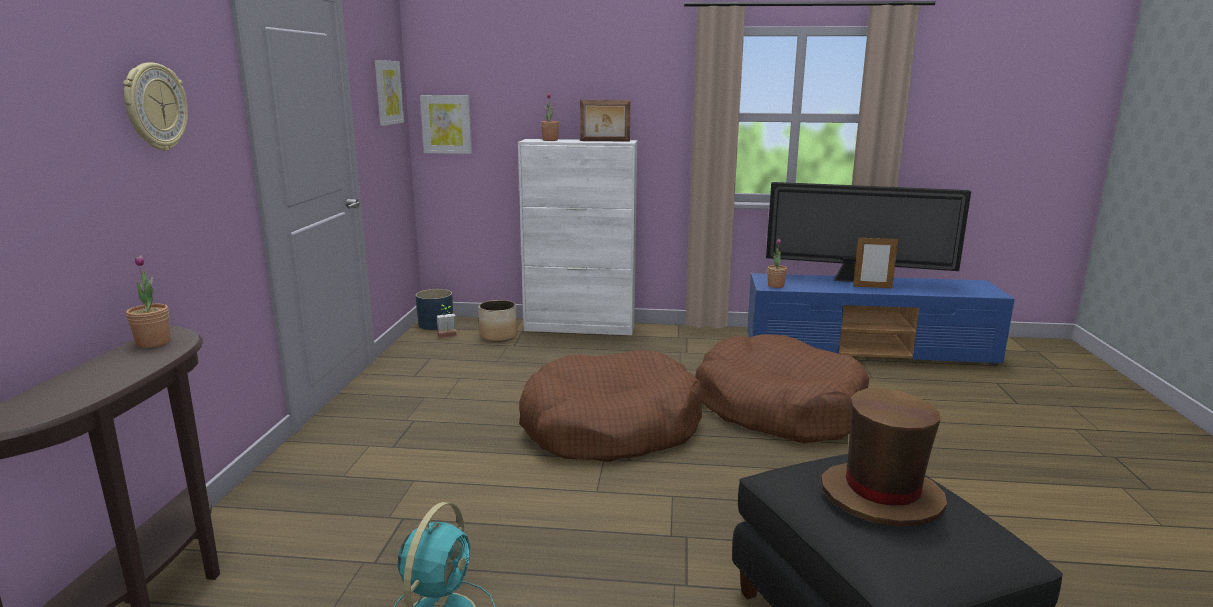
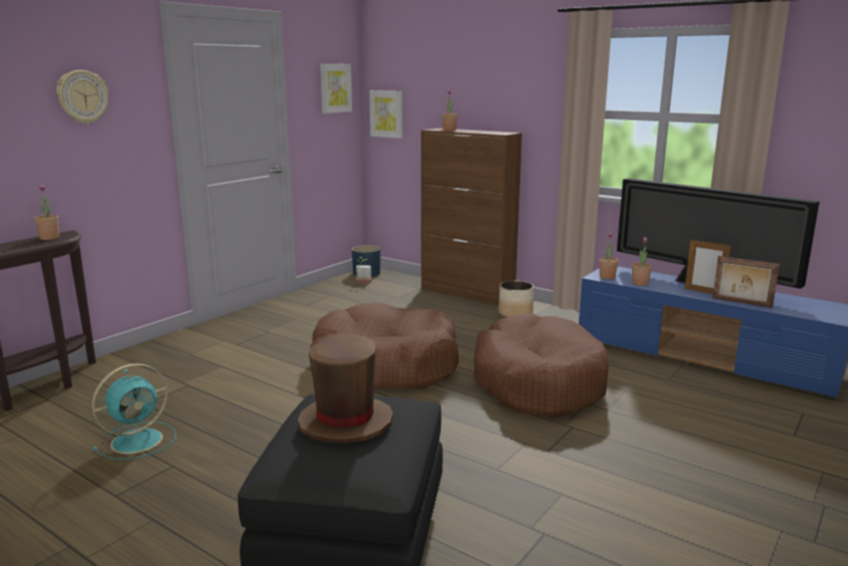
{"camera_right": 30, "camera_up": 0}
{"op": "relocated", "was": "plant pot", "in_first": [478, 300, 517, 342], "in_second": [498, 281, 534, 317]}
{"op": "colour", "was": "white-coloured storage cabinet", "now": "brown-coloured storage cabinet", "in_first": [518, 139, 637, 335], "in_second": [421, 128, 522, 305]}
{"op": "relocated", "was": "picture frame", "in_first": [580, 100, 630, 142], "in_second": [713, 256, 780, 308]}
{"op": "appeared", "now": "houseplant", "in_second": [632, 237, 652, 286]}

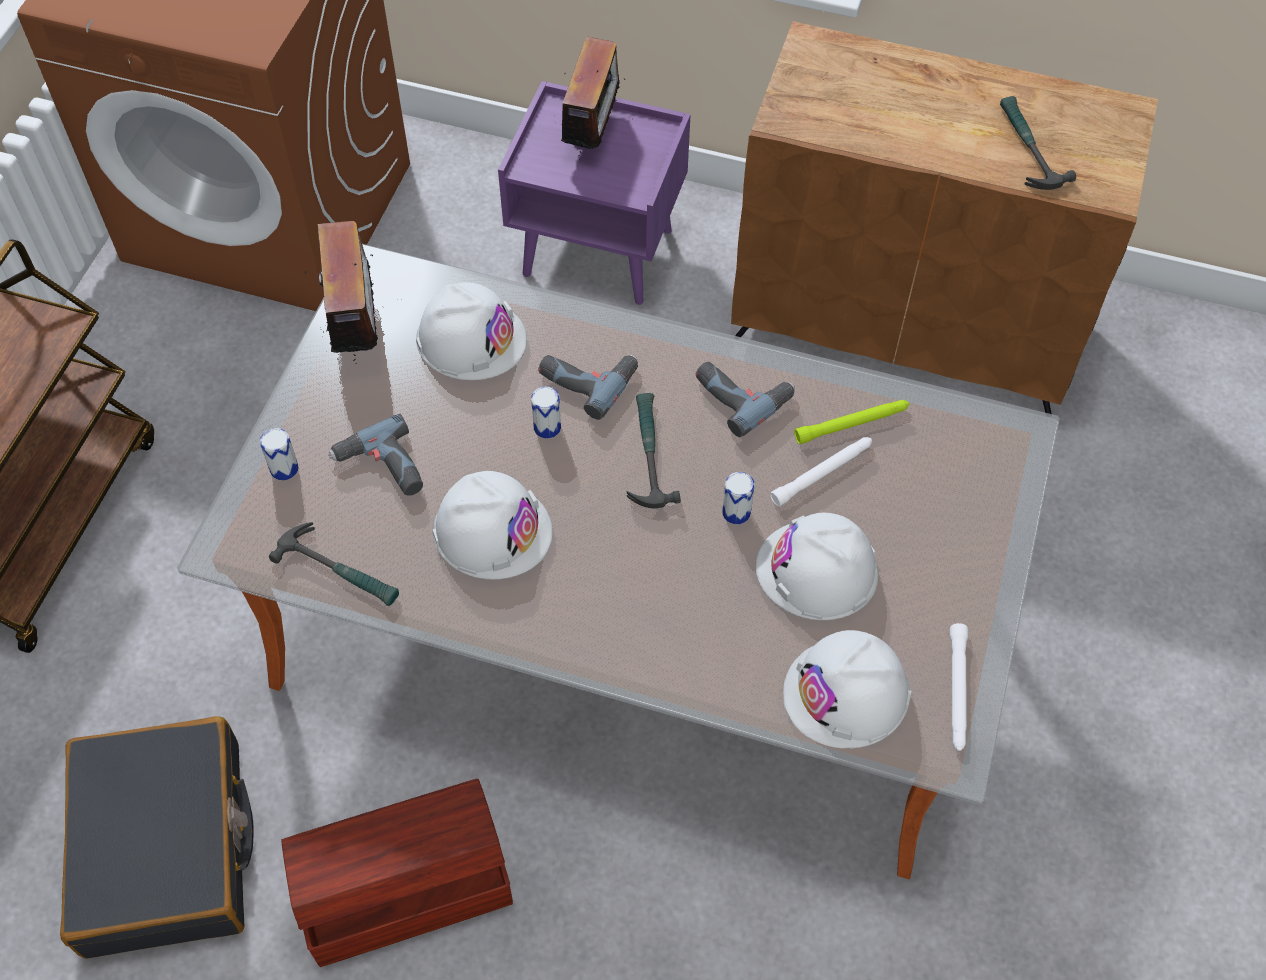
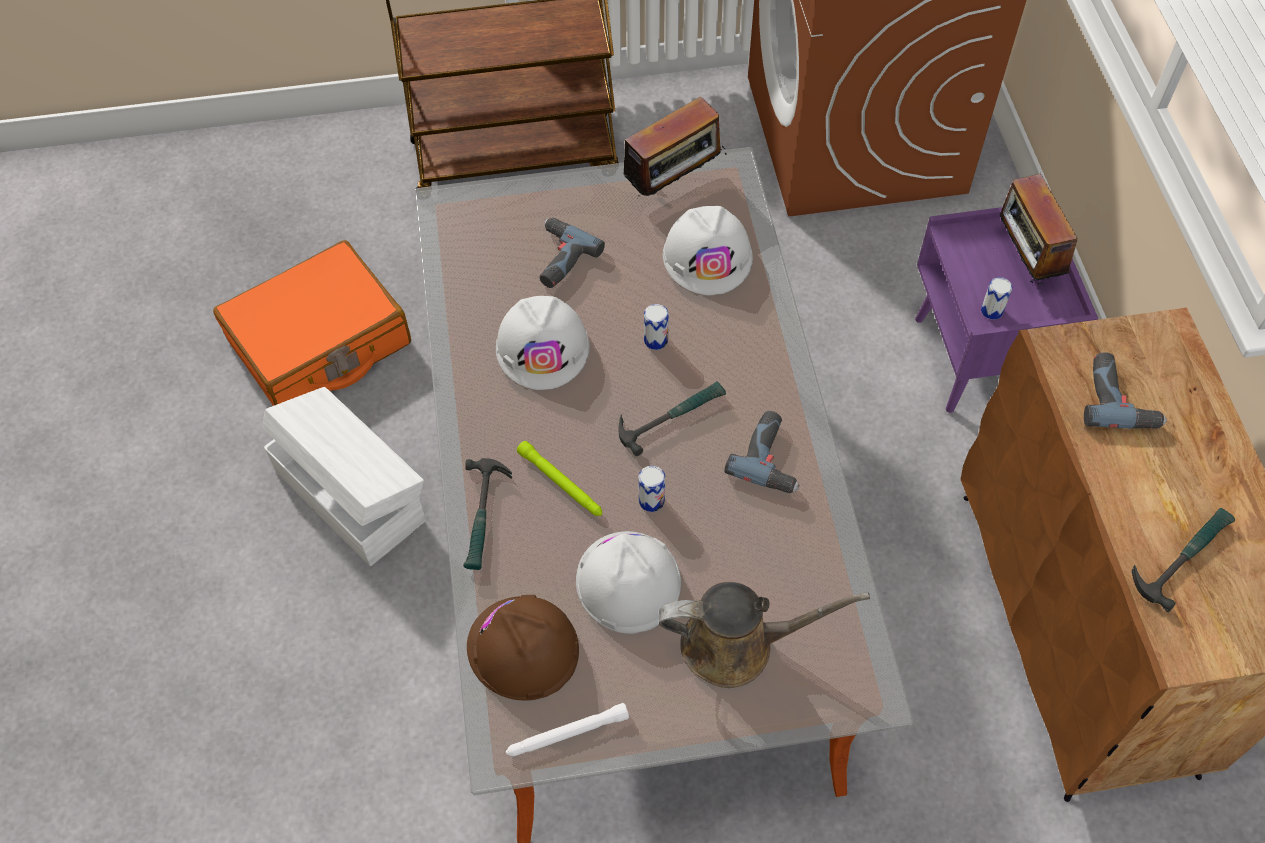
{"camera_right": 65, "camera_up": 0}
{"op": "colour", "was": "black-coloured suitcase", "now": "orange suitcase", "in_first": [60, 716, 253, 959], "in_second": [213, 240, 411, 406]}
{"op": "relocated", "was": "can", "in_first": [260, 428, 298, 480], "in_second": [981, 277, 1012, 320]}
{"op": "relocated", "was": "tool hammer", "in_first": [269, 522, 399, 606], "in_second": [463, 458, 512, 570]}
{"op": "colour", "was": "brown-coloured storage container", "now": "white-coloured storage container", "in_first": [281, 778, 513, 967], "in_second": [262, 387, 426, 566]}
{"op": "relocated", "was": "electric drill", "in_first": [538, 355, 638, 420], "in_second": [1084, 352, 1167, 429]}
{"op": "spun", "was": "radio set", "in_first": [561, 37, 625, 156], "in_second": [996, 174, 1078, 286], "clockwise": 90}
{"op": "missing", "was": "white-coloured flashlight", "in_first": [770, 437, 872, 506]}
{"op": "colour", "was": "white-coloured hard hat", "now": "brown-coloured hard hat", "in_first": [783, 630, 912, 749], "in_second": [467, 595, 579, 701]}
{"op": "relocated", "was": "greenish flashlight", "in_first": [794, 400, 909, 444], "in_second": [517, 441, 602, 516]}
{"op": "appeared", "now": "brown-coloured watering pot", "in_second": [659, 582, 870, 688]}

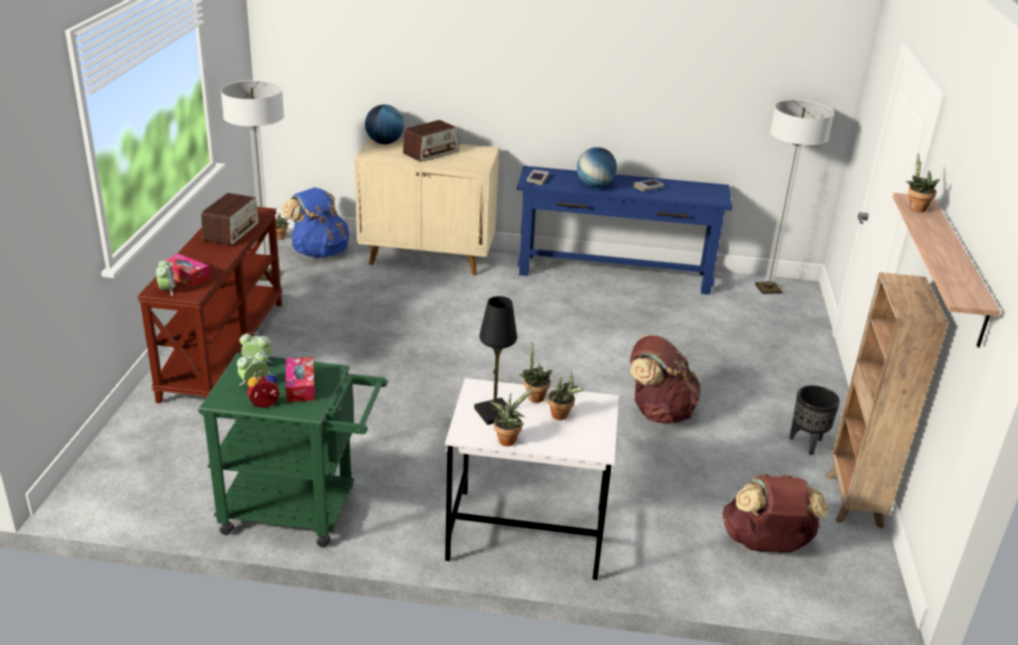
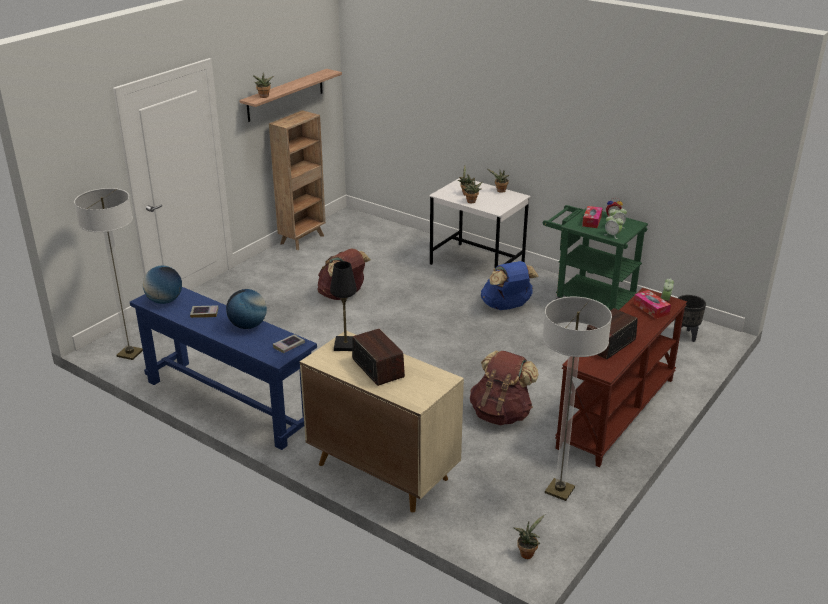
{"camera_right": -150, "camera_up": 0}
{"op": "relocated", "was": "bluish backpack", "in_first": [282, 187, 349, 258], "in_second": [481, 261, 539, 310]}
{"op": "relocated", "was": "world globe", "in_first": [365, 105, 404, 144], "in_second": [143, 266, 182, 304]}
{"op": "spun", "was": "radio set", "in_first": [403, 120, 459, 162], "in_second": [352, 329, 405, 386], "clockwise": 75}
{"op": "relocated", "was": "black-coloured tabletop lamp", "in_first": [474, 296, 517, 425], "in_second": [330, 261, 357, 351]}
{"op": "relocated", "was": "brown-coloured backpack", "in_first": [722, 474, 828, 553], "in_second": [470, 350, 539, 425]}
{"op": "relocated", "was": "black-coloured plant pot", "in_first": [789, 385, 840, 455], "in_second": [673, 295, 706, 342]}

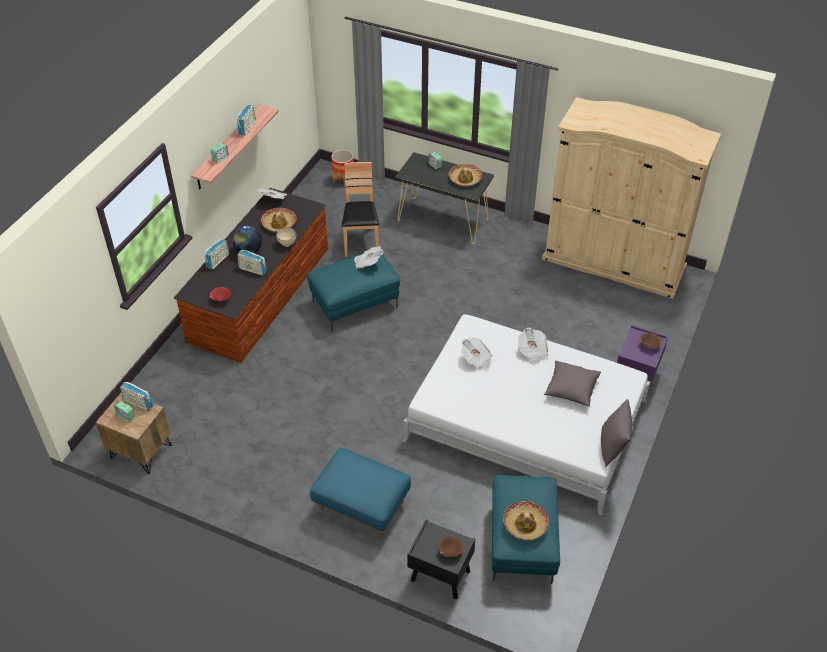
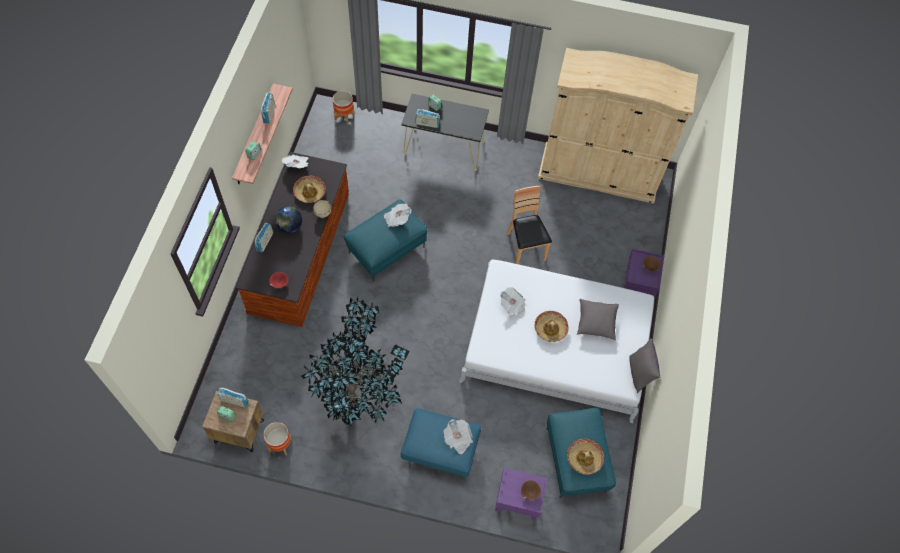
{"camera_right": -15, "camera_up": 15}
{"op": "relocated", "was": "radio set", "in_first": [238, 250, 267, 276], "in_second": [415, 109, 440, 128]}
{"op": "relocated", "was": "brown-coloured plain chair", "in_first": [342, 162, 379, 257], "in_second": [506, 186, 552, 264]}
{"op": "colour", "was": "black-coloured nightstand", "now": "purple nightstand", "in_first": [407, 519, 475, 599], "in_second": [495, 467, 548, 521]}
{"op": "relocated", "was": "clothing hat", "in_first": [448, 164, 482, 187], "in_second": [535, 311, 569, 342]}
{"op": "relocated", "was": "daily paper", "in_first": [518, 327, 549, 365], "in_second": [443, 419, 473, 454]}
{"op": "appeared", "now": "plant pot", "in_second": [263, 422, 292, 455]}
{"op": "appeared", "now": "houseplant", "in_second": [301, 297, 410, 426]}

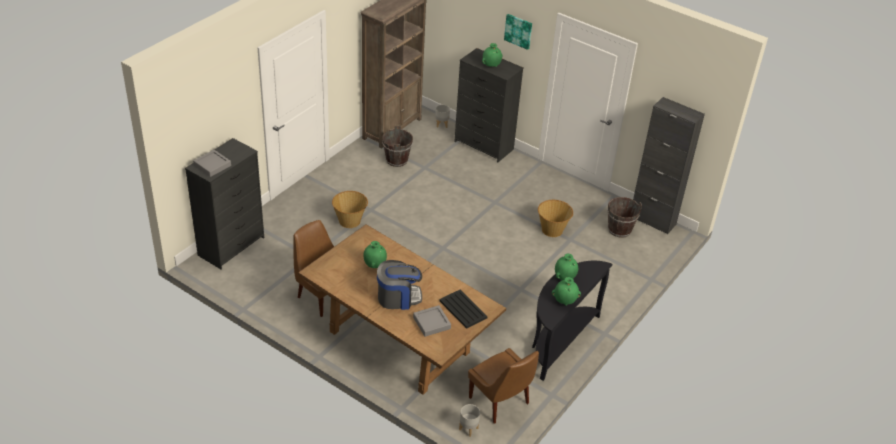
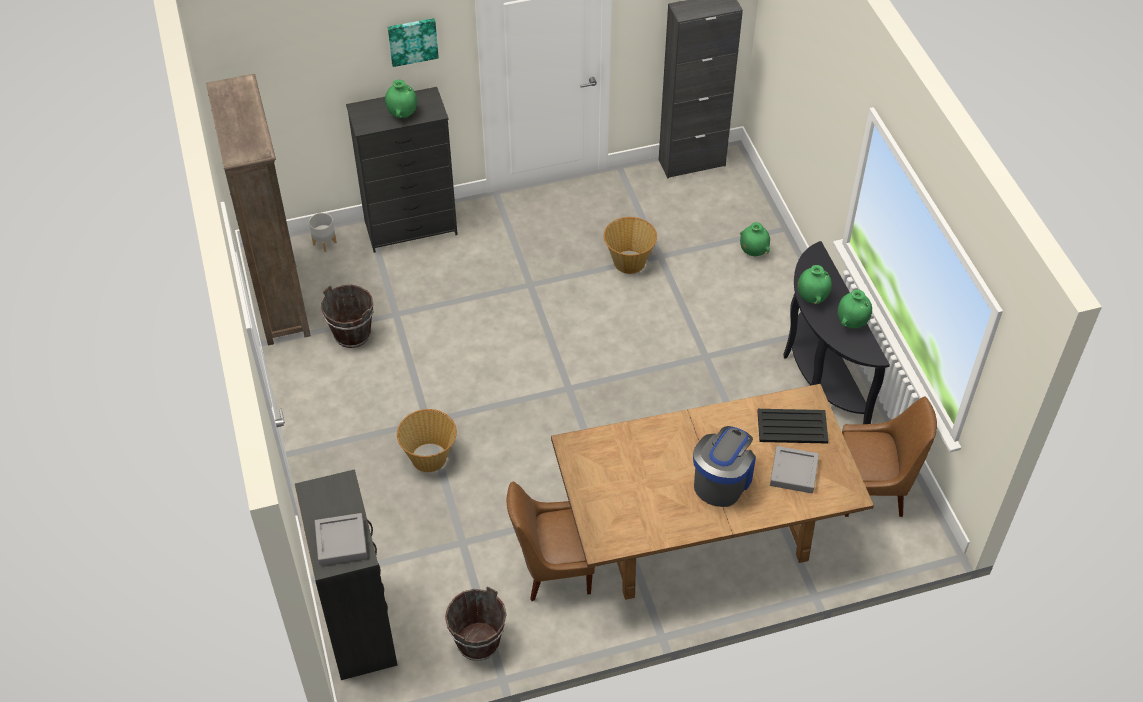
{"camera_right": -50, "camera_up": 10}
{"op": "relocated", "was": "greenish decorative vase", "in_first": [363, 241, 387, 268], "in_second": [740, 222, 770, 256]}
{"op": "missing", "was": "greyish plant pot", "in_first": [459, 404, 480, 437]}
{"op": "relocated", "was": "brown-coloured water bucket", "in_first": [607, 197, 642, 238], "in_second": [445, 586, 507, 661]}

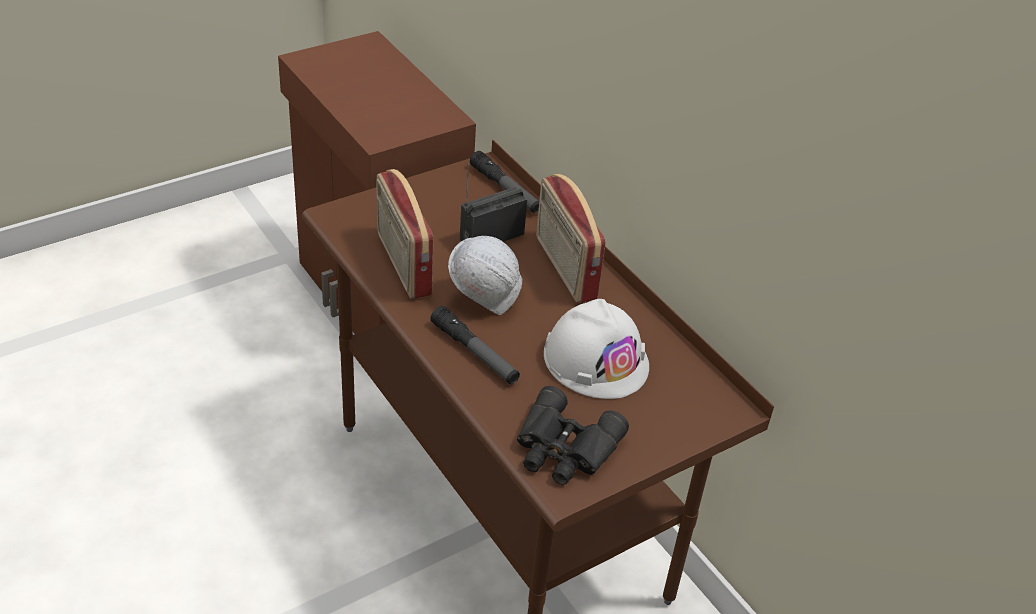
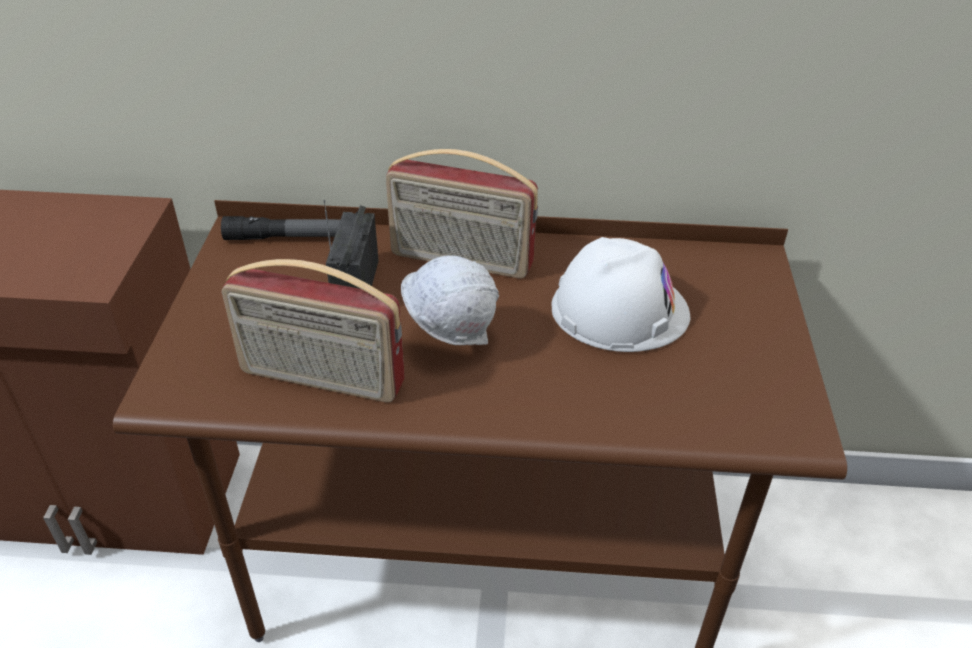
{"camera_right": -50, "camera_up": 0}
{"op": "missing", "was": "flashlight", "in_first": [430, 306, 520, 384]}
{"op": "missing", "was": "black-coloured field glasses", "in_first": [517, 386, 629, 485]}

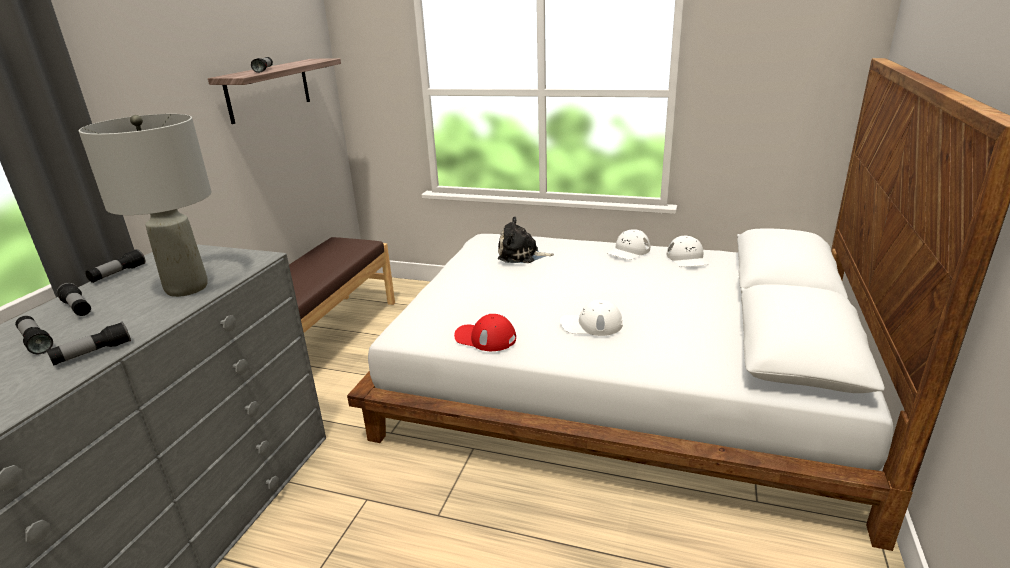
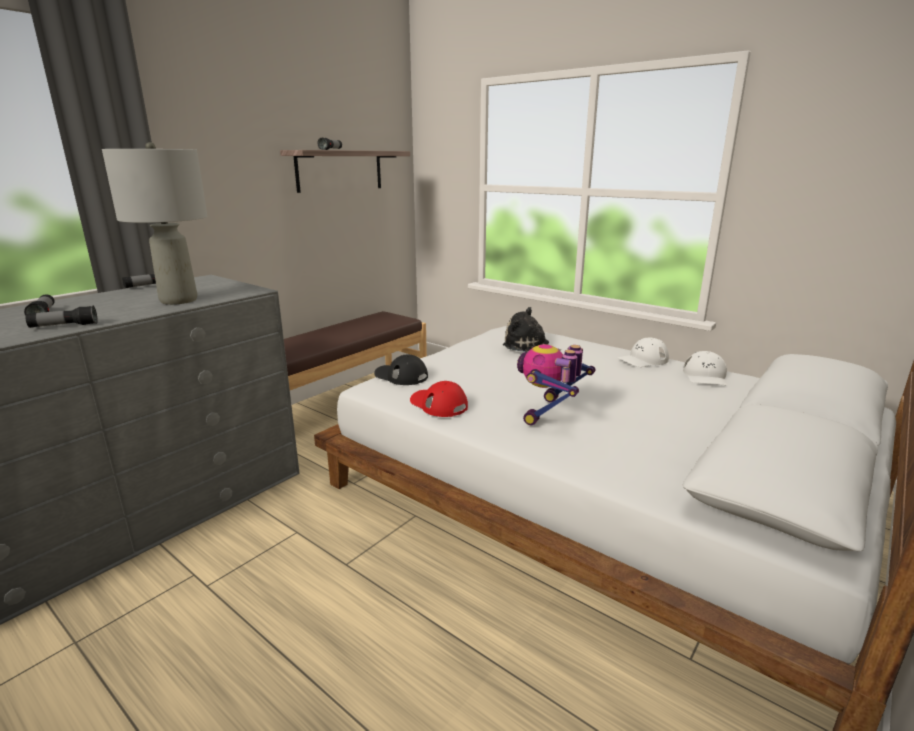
{"camera_right": 20, "camera_up": -5}
{"op": "missing", "was": "flashlight", "in_first": [56, 283, 91, 316]}
{"op": "exchanged", "was": "white-coloured cap", "now": "model robot", "in_first": [560, 300, 623, 336], "in_second": [517, 344, 596, 425]}
{"op": "appeared", "now": "black-coloured cap", "in_second": [374, 355, 428, 385]}

